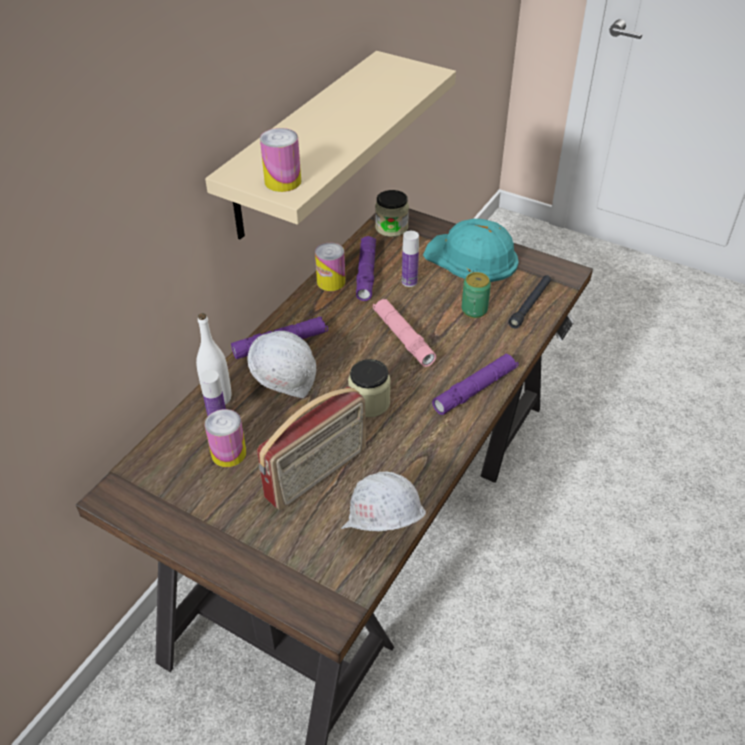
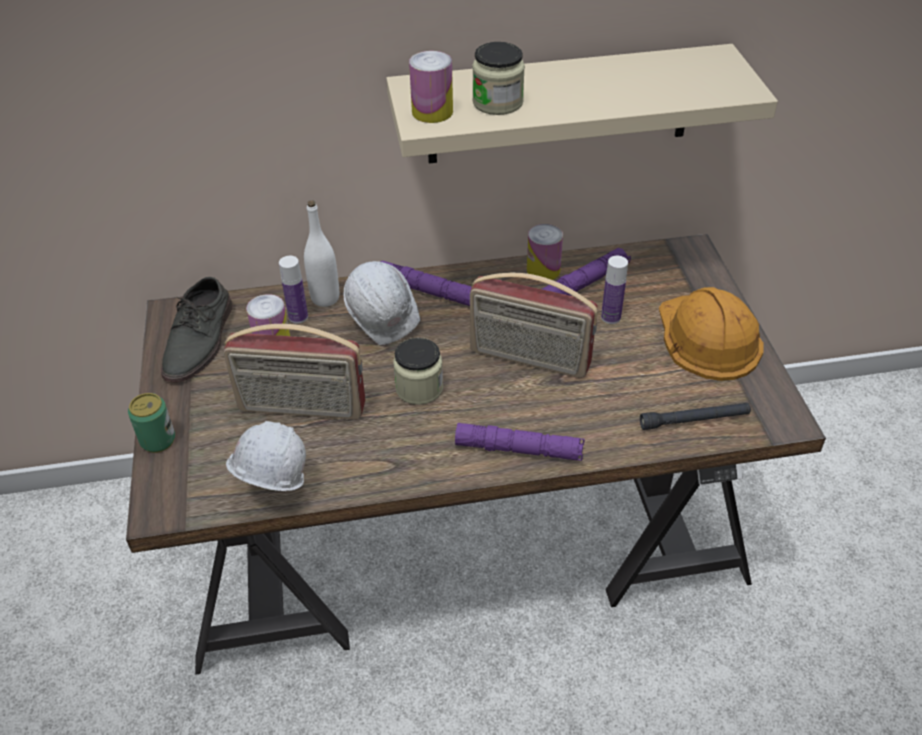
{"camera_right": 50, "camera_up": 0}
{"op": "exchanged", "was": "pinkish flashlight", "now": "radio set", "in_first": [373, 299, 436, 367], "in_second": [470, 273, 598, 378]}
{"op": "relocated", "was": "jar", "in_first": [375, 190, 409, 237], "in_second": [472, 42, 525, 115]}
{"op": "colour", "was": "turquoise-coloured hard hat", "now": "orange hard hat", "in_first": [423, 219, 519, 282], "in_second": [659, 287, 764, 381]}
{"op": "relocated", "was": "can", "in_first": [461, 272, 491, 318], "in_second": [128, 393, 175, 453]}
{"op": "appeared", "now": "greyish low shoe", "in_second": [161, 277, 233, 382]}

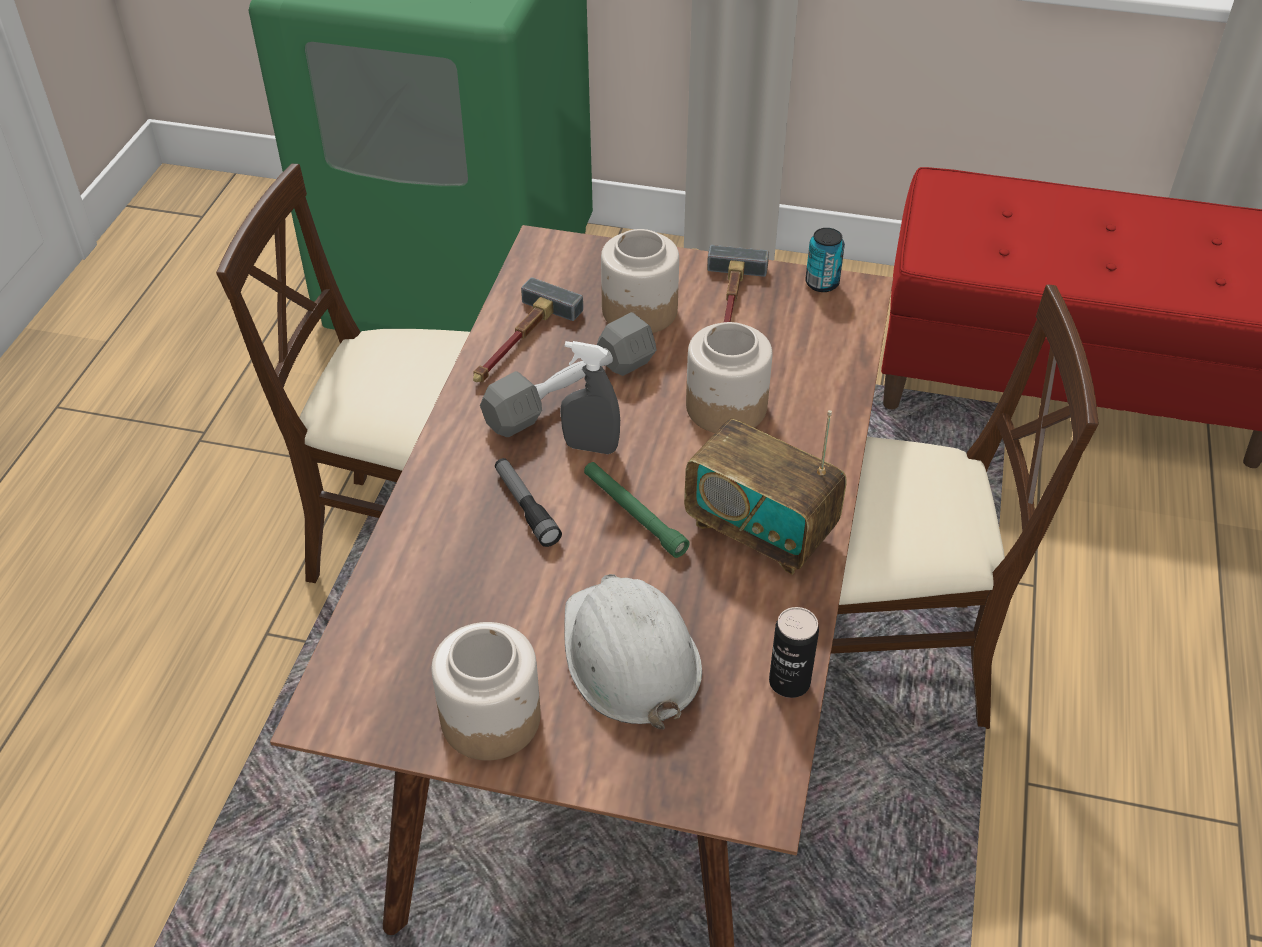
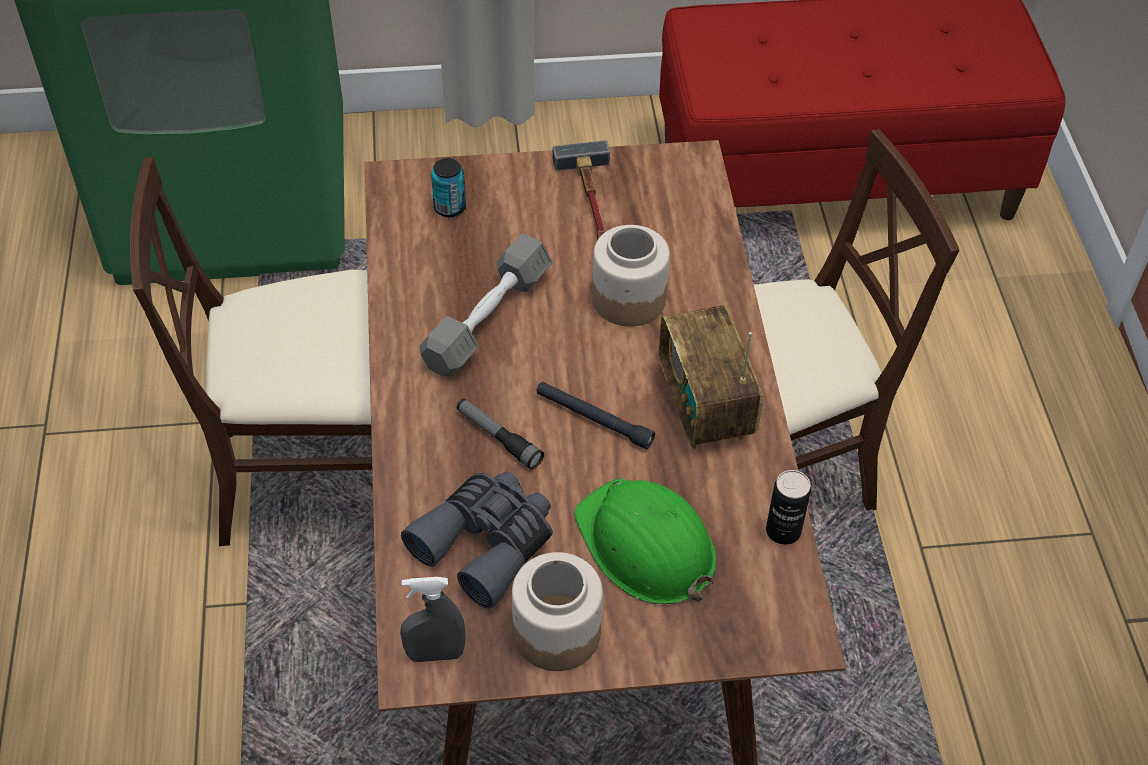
{"camera_right": -20, "camera_up": 5}
{"op": "missing", "was": "tool hammer", "in_first": [473, 277, 583, 382]}
{"op": "relocated", "was": "greyish hand sprayer", "in_first": [560, 341, 620, 454], "in_second": [400, 577, 466, 662]}
{"op": "colour", "was": "white-coloured hard hat", "now": "greenish hard hat", "in_first": [564, 574, 703, 729], "in_second": [574, 478, 716, 604]}
{"op": "colour", "was": "greenish flashlight", "now": "black-coloured flashlight", "in_first": [584, 462, 690, 558], "in_second": [536, 382, 655, 449]}
{"op": "missing", "was": "jar", "in_first": [601, 229, 679, 333]}
{"op": "spun", "was": "radio set", "in_first": [684, 410, 847, 575], "in_second": [659, 306, 763, 449], "clockwise": 60}
{"op": "relocated", "was": "can", "in_first": [805, 228, 845, 292], "in_second": [431, 158, 466, 217]}
{"op": "appeared", "now": "greyish field glasses", "in_second": [401, 471, 553, 609]}

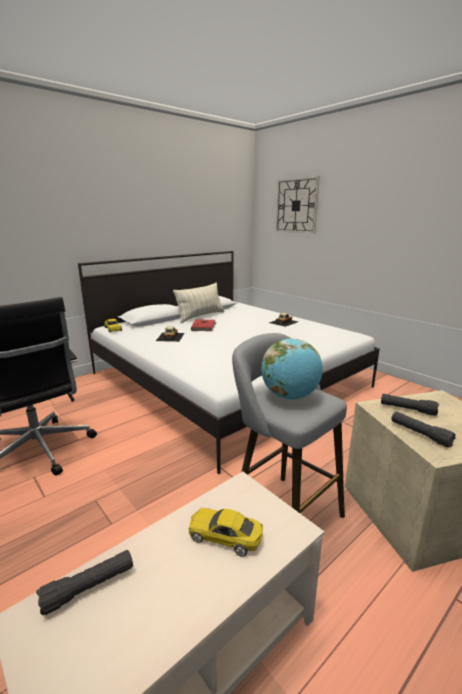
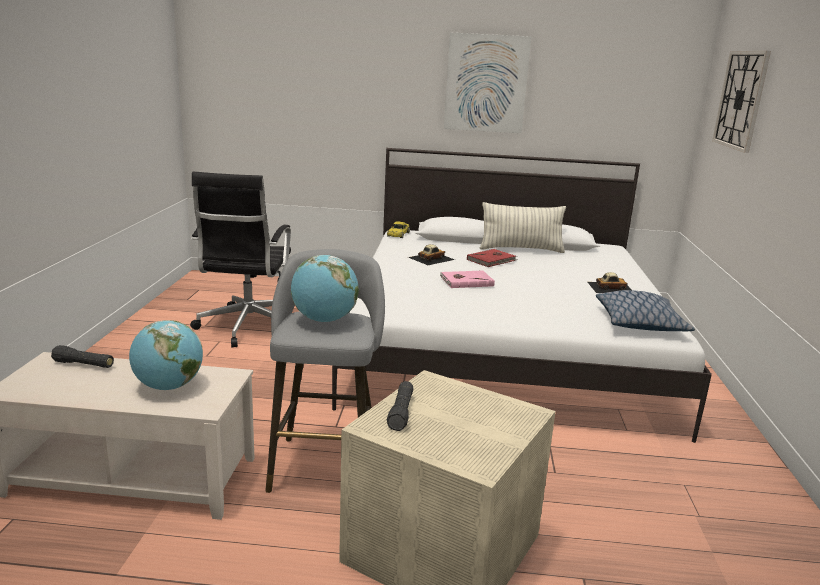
{"camera_right": 45, "camera_up": 0}
{"op": "exchanged", "was": "yellow-coloured toy car", "now": "world globe", "in_first": [189, 508, 263, 557], "in_second": [129, 320, 203, 390]}
{"op": "missing", "was": "black-coloured flashlight", "in_first": [381, 394, 439, 416]}
{"op": "appeared", "now": "pinkish book", "in_second": [440, 271, 495, 288]}
{"op": "appeared", "now": "picture", "in_second": [444, 33, 531, 133]}
{"op": "appeared", "now": "cushion", "in_second": [596, 290, 695, 331]}

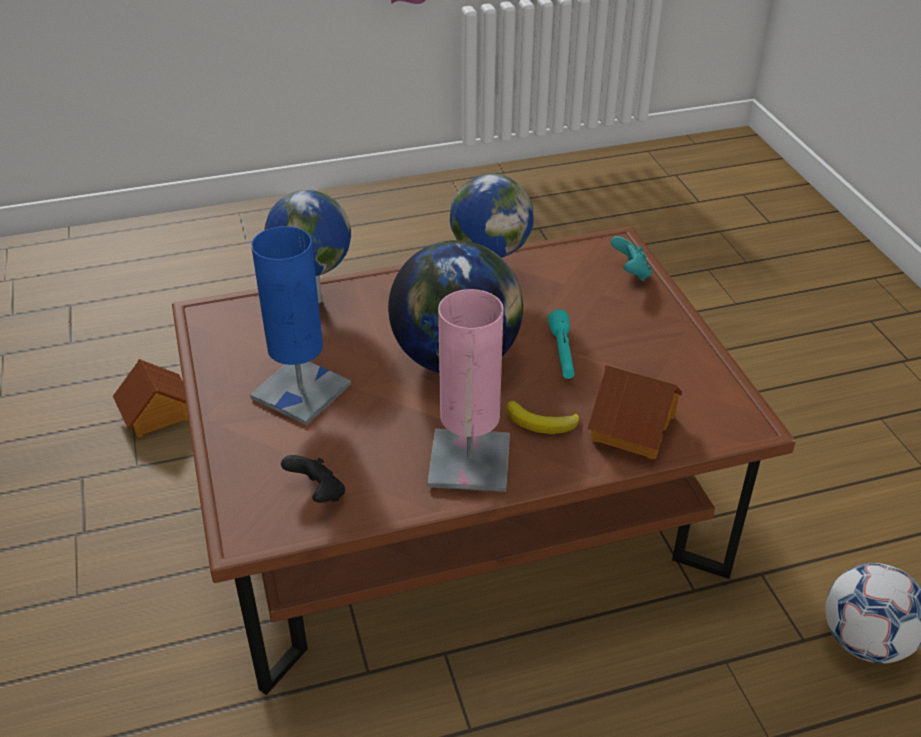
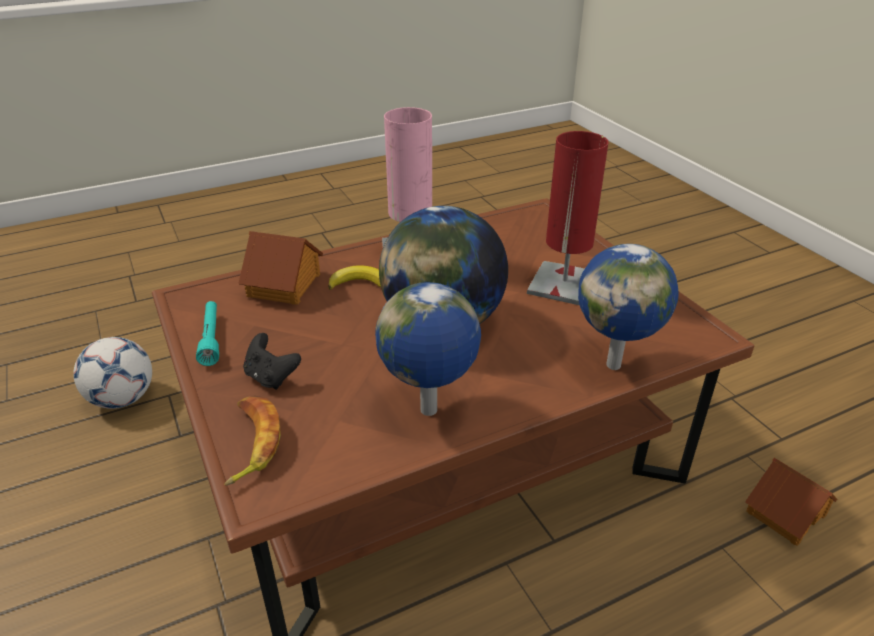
{"camera_right": 170, "camera_up": -5}
{"op": "colour", "was": "bluish tabletop lamp", "now": "reddish tabletop lamp", "in_first": [250, 226, 351, 425], "in_second": [527, 131, 609, 305]}
{"op": "relocated", "was": "black-coloured game controller", "in_first": [281, 455, 345, 503], "in_second": [243, 333, 301, 390]}
{"op": "relocated", "was": "turquoise-coloured flashlight", "in_first": [548, 310, 575, 379], "in_second": [196, 301, 219, 366]}
{"op": "exchanged", "was": "turquoise-coloured game controller", "now": "banana fruit", "in_first": [611, 236, 652, 281], "in_second": [224, 396, 281, 486]}

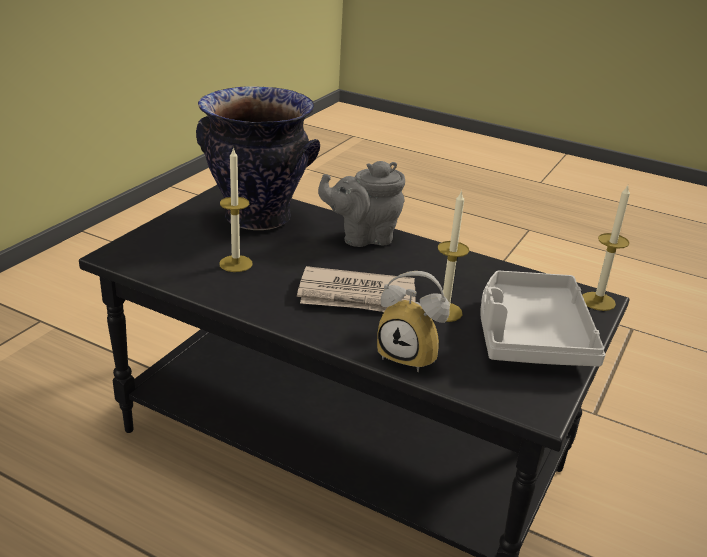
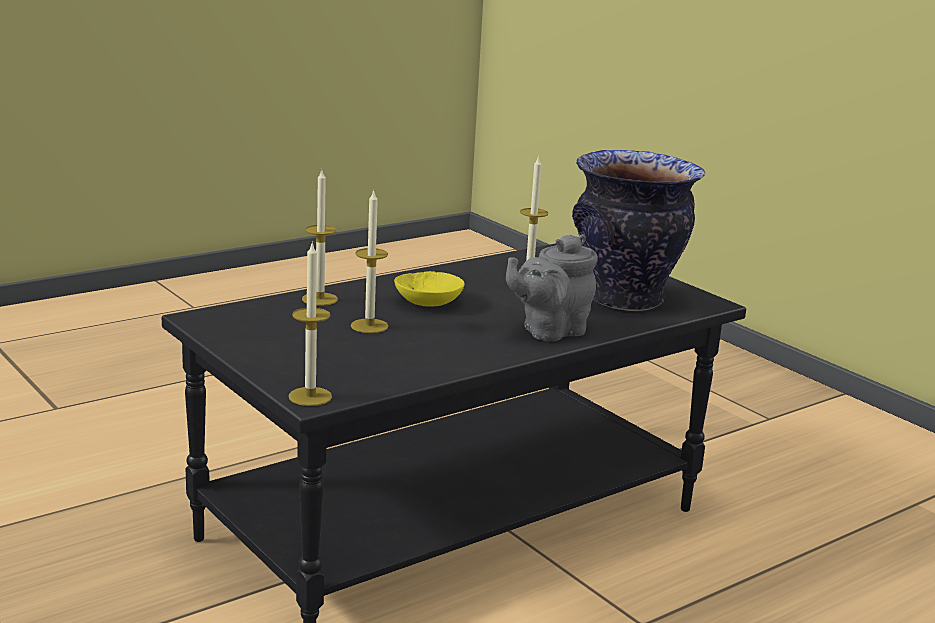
{"camera_right": 115, "camera_up": -10}
{"op": "exchanged", "was": "daily paper", "now": "yellow-coloured deep dish", "in_first": [297, 266, 416, 312], "in_second": [394, 271, 464, 307]}
{"op": "spun", "was": "greyish tea pot", "in_first": [318, 161, 405, 247], "in_second": [506, 234, 598, 341], "clockwise": -135}
{"op": "exchanged", "was": "bedside clock", "now": "wax candle", "in_first": [377, 271, 450, 372], "in_second": [302, 170, 338, 306]}
{"op": "missing", "was": "greyish serving tray", "in_first": [480, 270, 606, 367]}

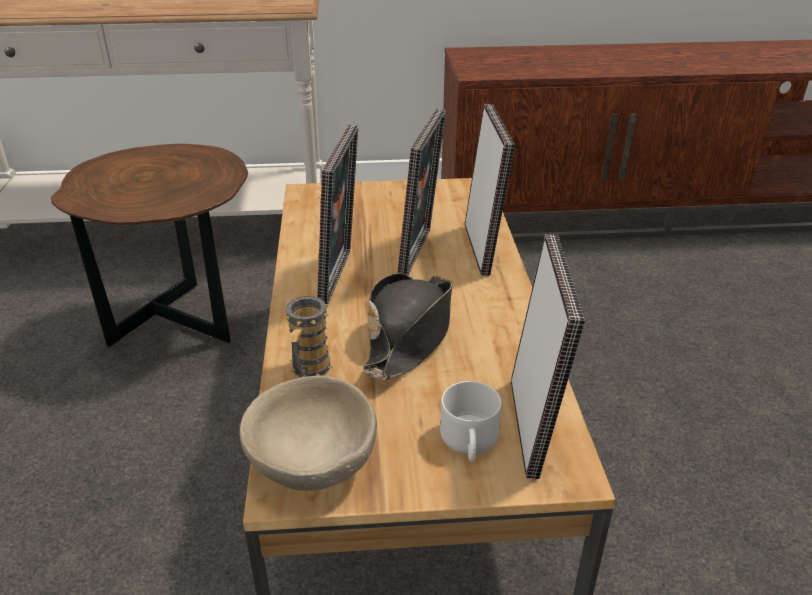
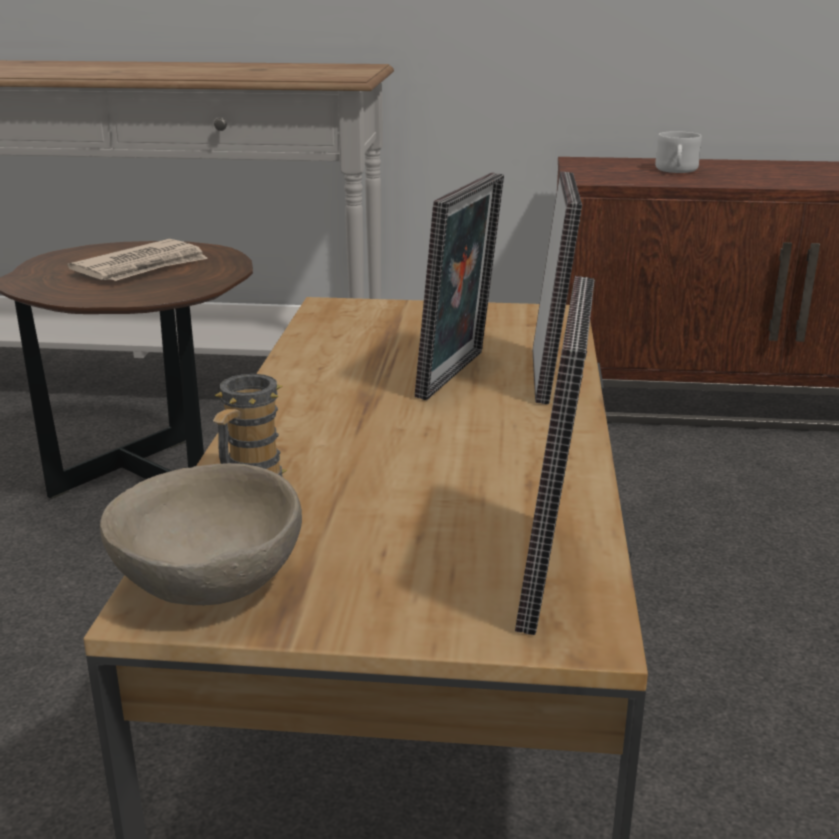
{"camera_right": 10, "camera_up": -10}
{"op": "missing", "was": "picture frame", "in_first": [317, 125, 358, 306]}
{"op": "missing", "was": "black-coloured clothing hat", "in_first": [362, 273, 453, 380]}
{"op": "relocated", "was": "white-coloured coffee mug", "in_first": [440, 381, 502, 461], "in_second": [655, 131, 702, 173]}
{"op": "appeared", "now": "daily paper", "in_second": [68, 239, 208, 281]}

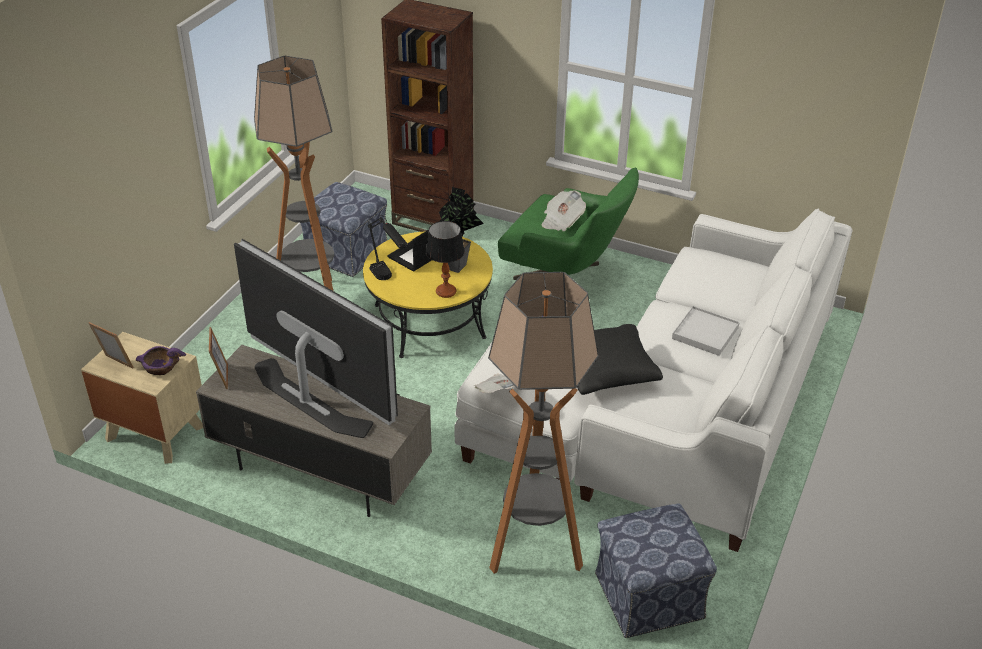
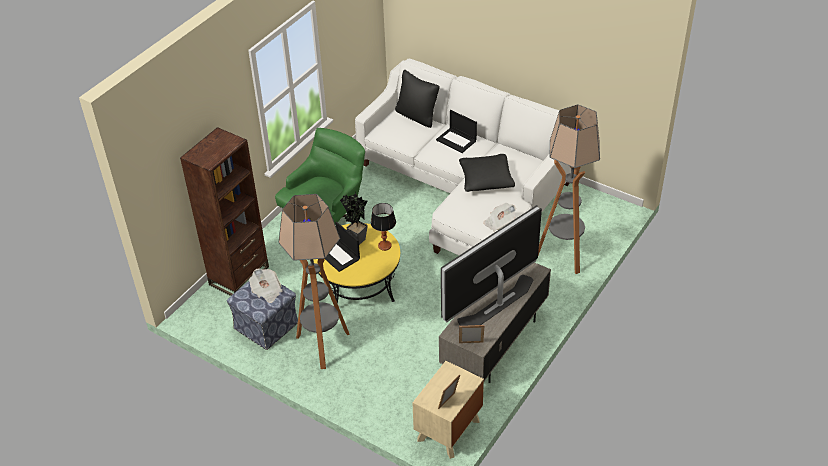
{"camera_right": -80, "camera_up": 5}
{"op": "missing", "was": "purple deep dish", "in_first": [136, 346, 186, 375]}
{"op": "missing", "was": "black-coloured tabletop lamp", "in_first": [368, 215, 408, 280]}
{"op": "relocated", "was": "daily paper", "in_first": [541, 190, 586, 231], "in_second": [249, 268, 283, 303]}
{"op": "missing", "was": "ottoman", "in_first": [595, 503, 717, 638]}
{"op": "exchanged", "was": "white-coloured serving tray", "now": "portable computer", "in_first": [672, 306, 740, 356], "in_second": [436, 110, 477, 153]}
{"op": "appeared", "now": "black-coloured cushion", "in_second": [395, 70, 440, 128]}

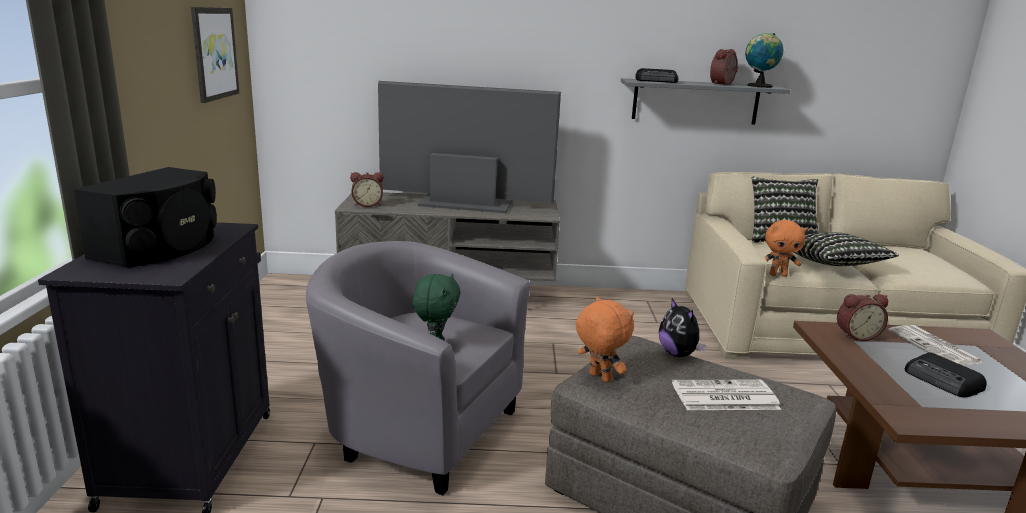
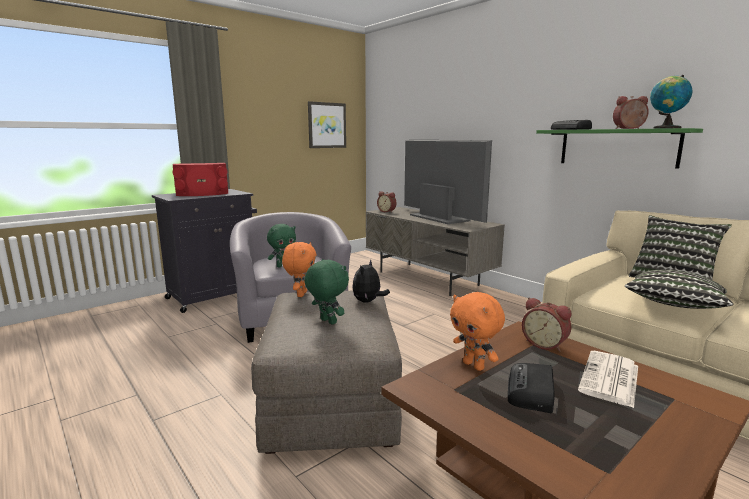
{"camera_right": 50, "camera_up": -5}
{"op": "colour", "was": "black-coloured loudspeaker", "now": "reddish loudspeaker", "in_first": [73, 167, 217, 268], "in_second": [173, 163, 228, 196]}
{"op": "colour", "was": "greyish bracket shelf", "now": "greenish bracket shelf", "in_first": [621, 78, 791, 125], "in_second": [536, 128, 703, 169]}
{"op": "exchanged", "was": "daily paper", "now": "greenish plush toy", "in_first": [672, 380, 781, 410], "in_second": [304, 259, 349, 325]}
{"op": "relocated", "was": "orange plush toy", "in_first": [765, 220, 807, 277], "in_second": [450, 292, 505, 371]}

